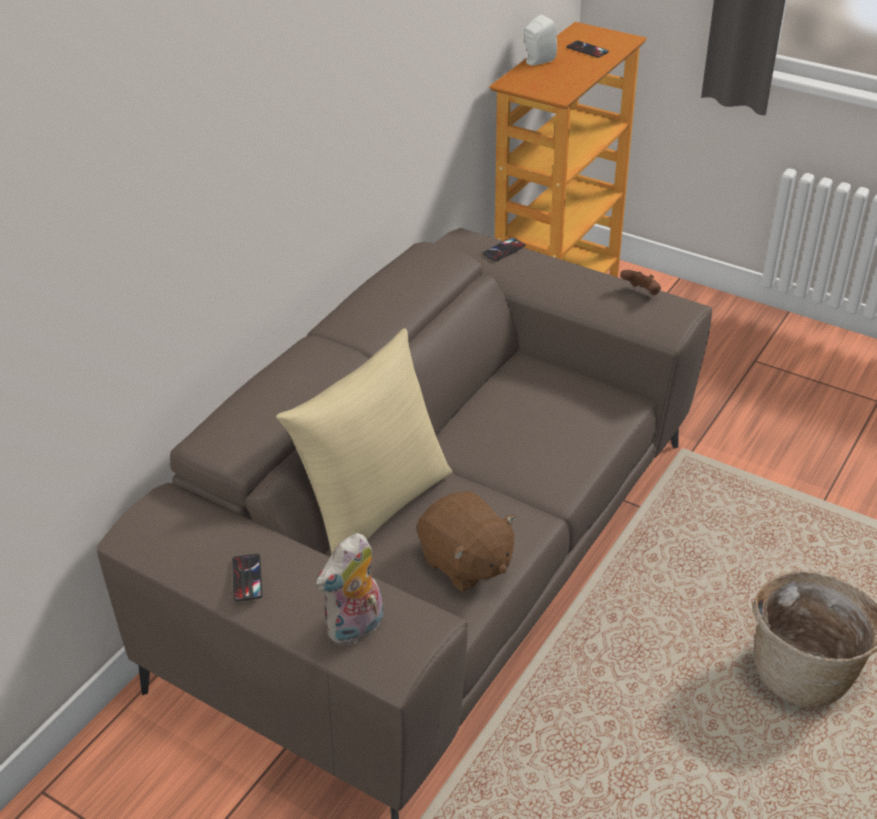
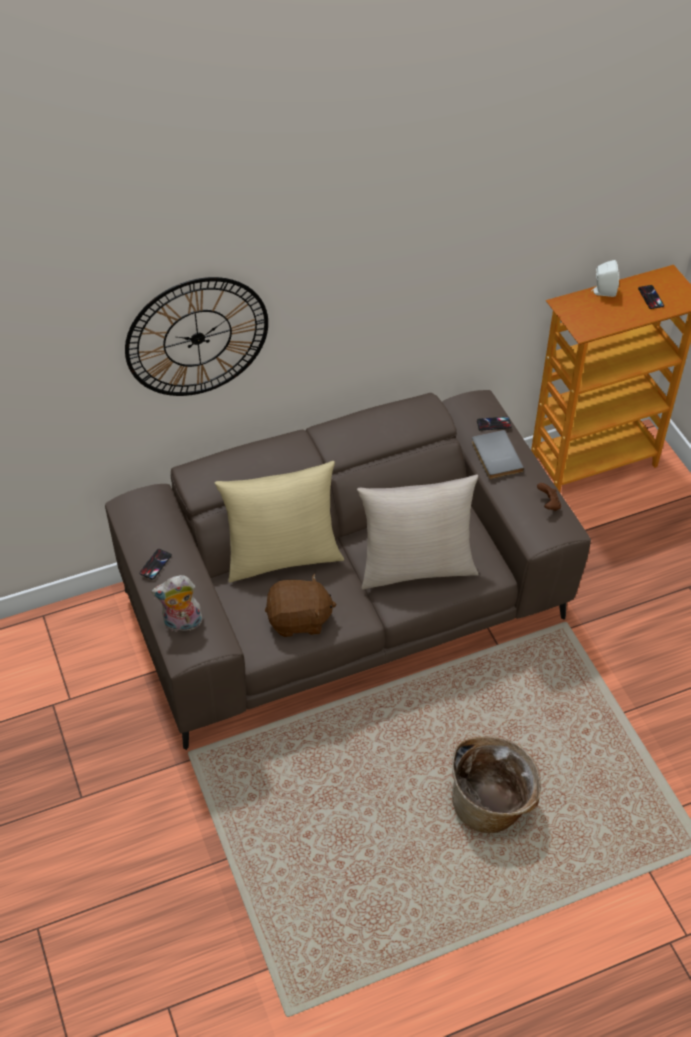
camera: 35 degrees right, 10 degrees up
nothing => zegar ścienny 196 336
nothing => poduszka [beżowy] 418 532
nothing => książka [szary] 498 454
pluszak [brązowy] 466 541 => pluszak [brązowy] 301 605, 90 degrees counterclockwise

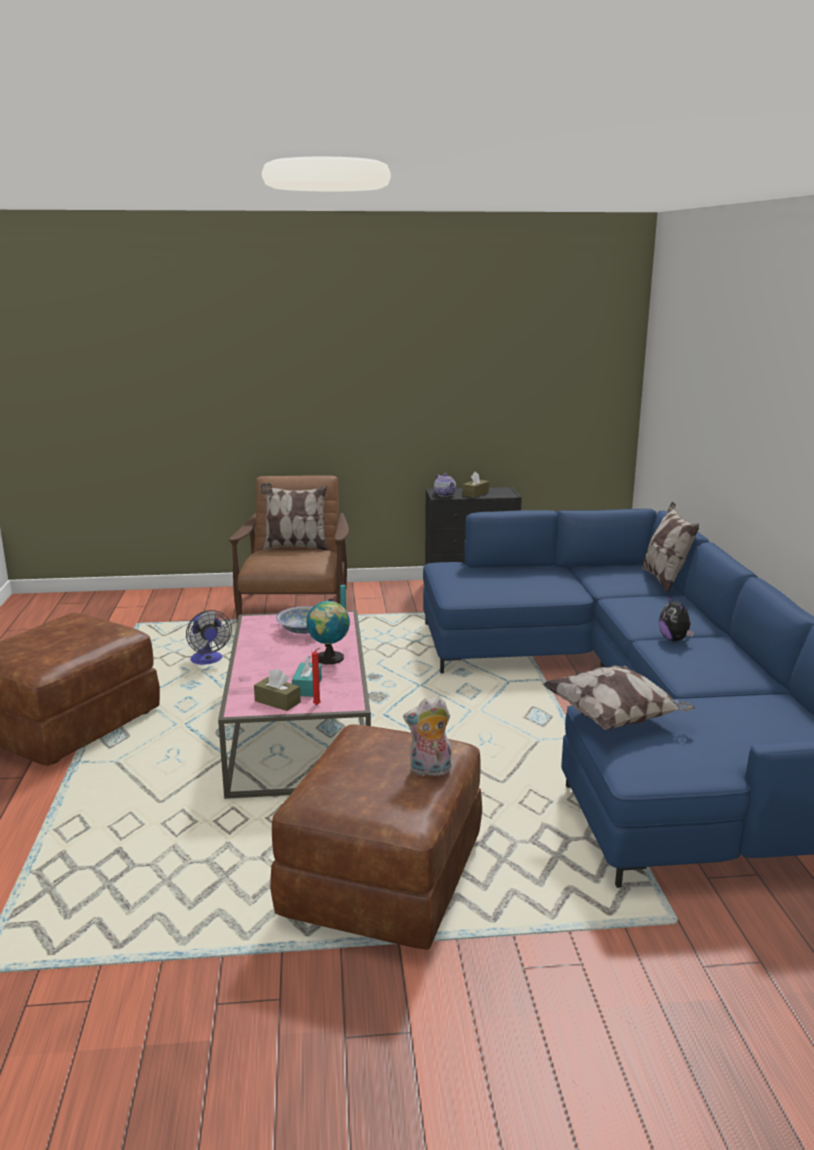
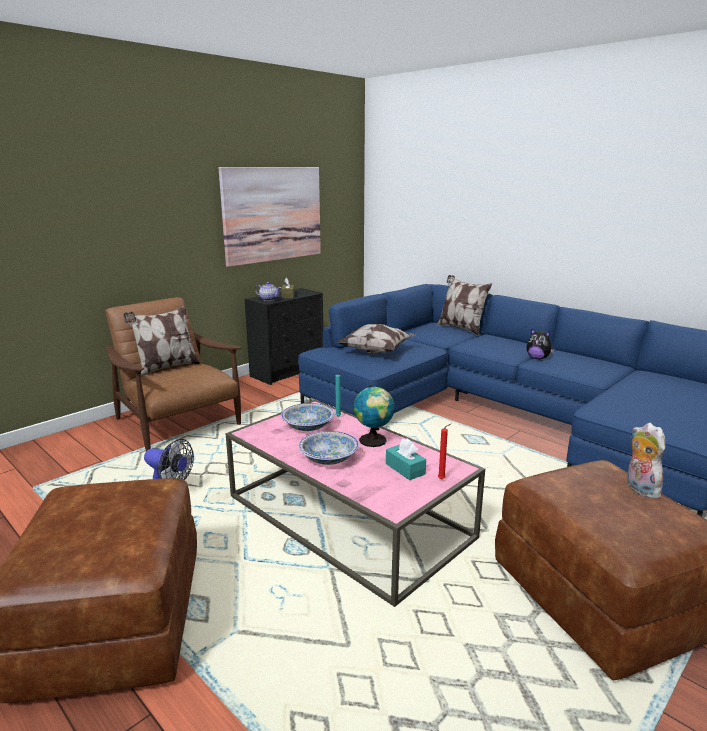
camera: 40 degrees left, 0 degrees up
pudełko chusteczek [brązowy] 277 690 => nothing
nothing => obraz 270 217
nothing => miska 329 448
poduszka 619 698 => poduszka 376 339, shifted
pluszak 427 736 => pluszak 646 461, 120 degrees clockwise

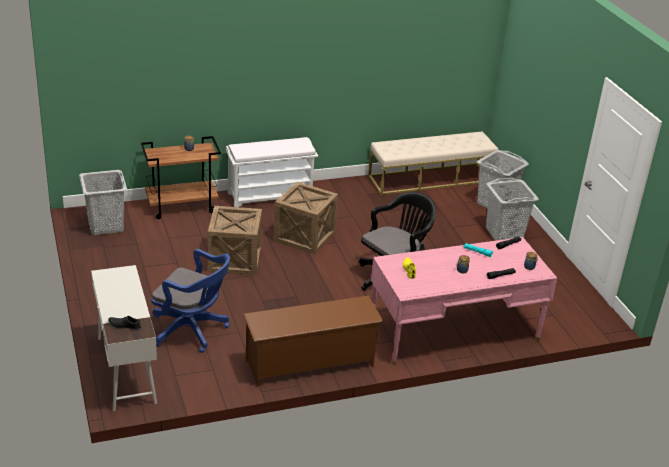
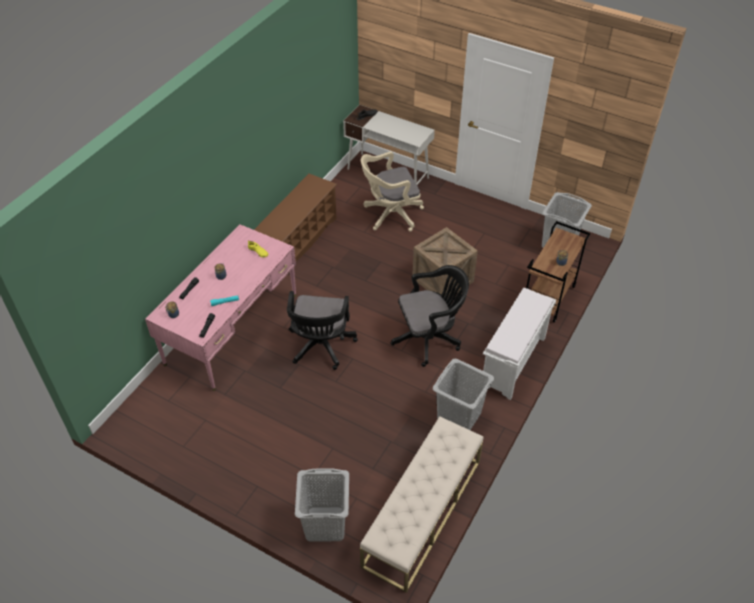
camera: 140 degrees right, 15 degrees up
kosz na pranie [szary] 512 209 => kosz na pranie [szary] 463 394, shifted
skrzynka 306 218 => krzesło biurowe [czarny] 429 316
krzesło biurowe [niebieski] 190 301 => krzesło biurowe [beżowy] 392 191

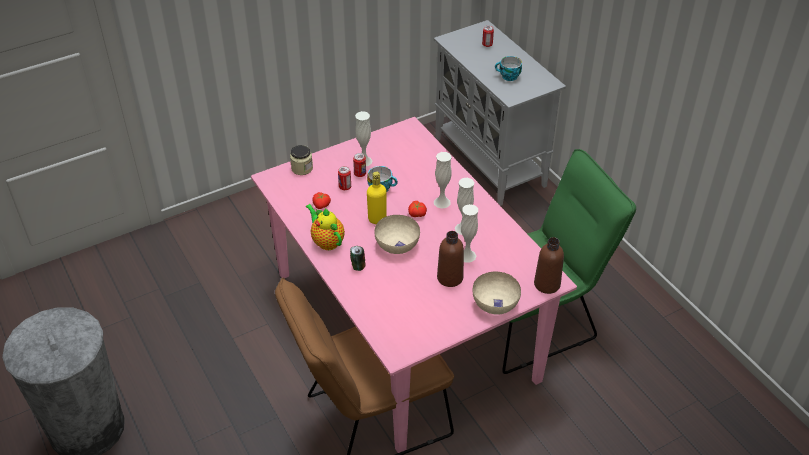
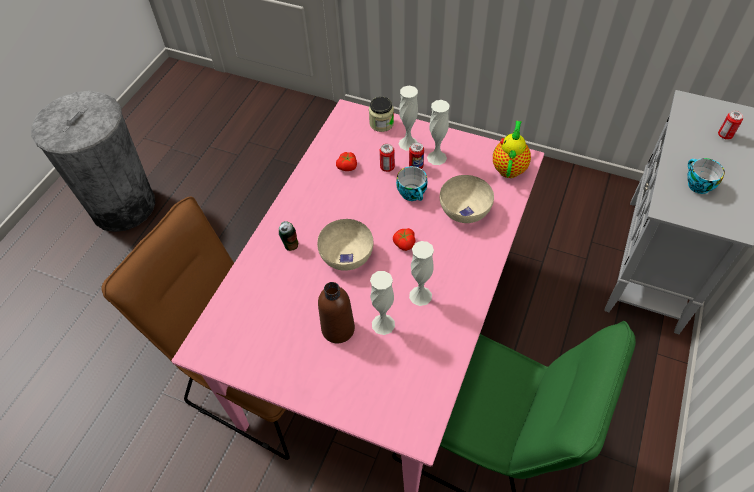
camera: 55 degrees right, 10 degrees up
butelka [żółty] 377 197 => nothing
butelka [brązowy] 549 265 => nothing
imbryk 325 227 => imbryk 512 149, shifted
wazon [biały] 443 180 => wazon [biały] 408 118, shifted
miska [beżowy] 497 293 => miska [beżowy] 467 199, shifted

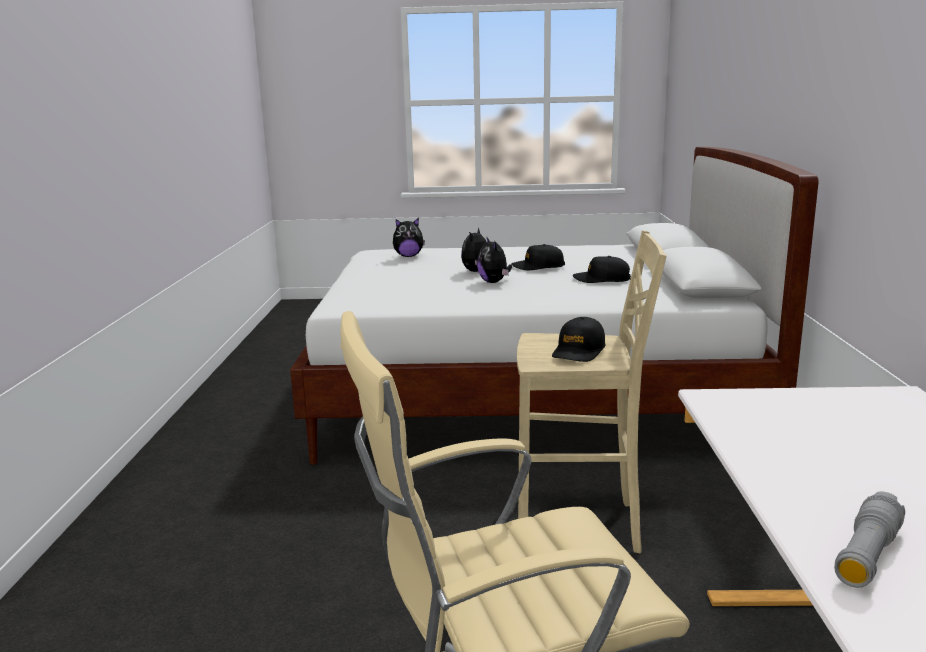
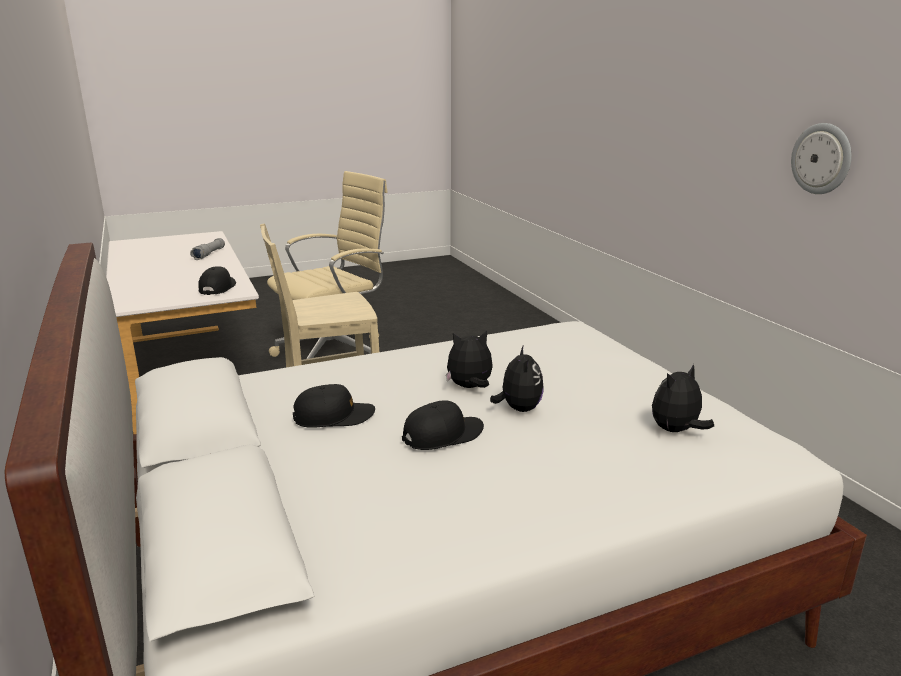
camera: 155 degrees right, 5 degrees up
nothing => zegar ścienny 821 158
czapka z daszkiem [czarny] 579 339 => czapka z daszkiem [czarny] 217 281, shifted
pluszak 494 259 => pluszak 469 359, 60 degrees counterclockwise

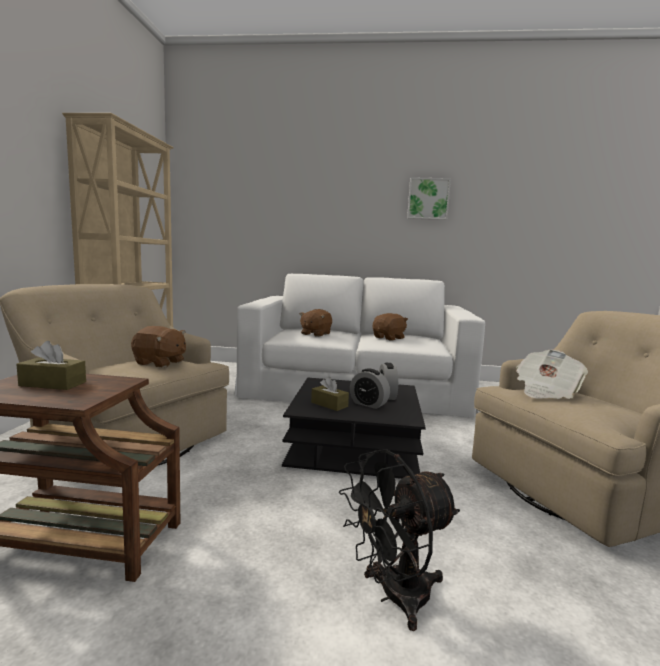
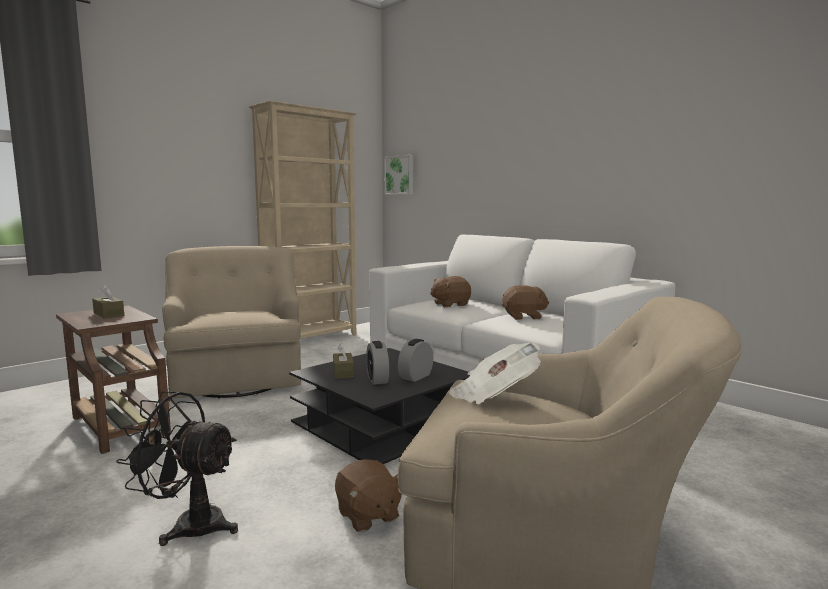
camera: 40 degrees right, 0 degrees up
pluszak [brązowy] 158 347 => pluszak [brązowy] 368 495, shifted
obraz 429 198 => obraz 398 175, shifted

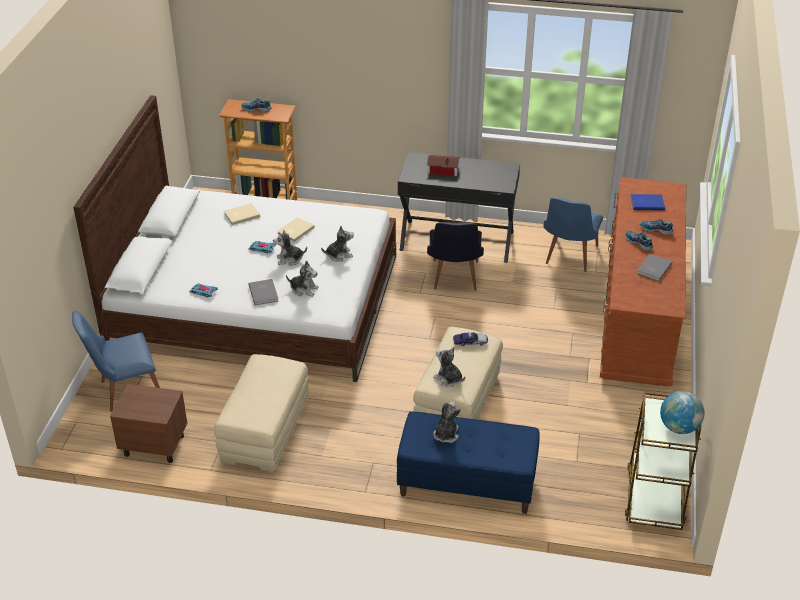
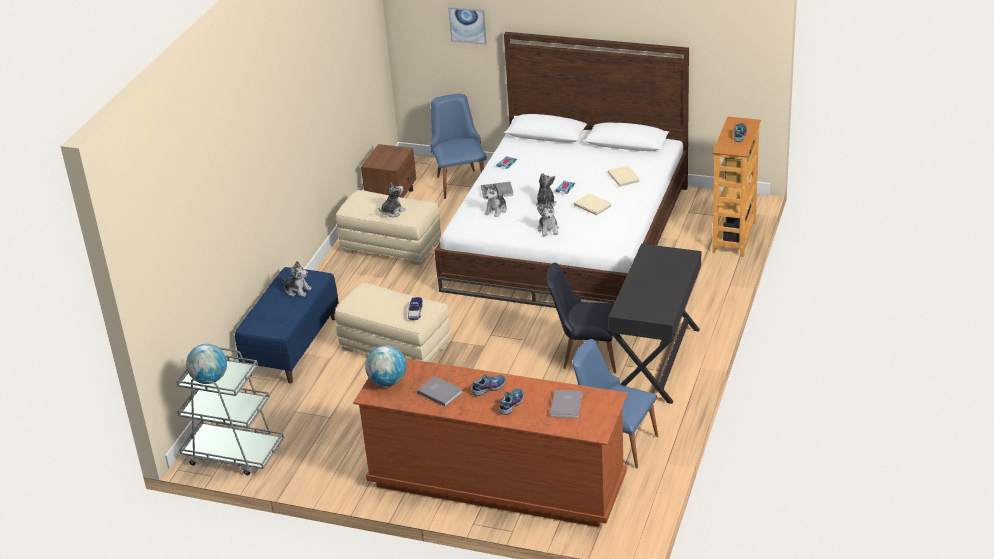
camera: 100 degrees right, 5 degrees down
domek 443 165 => nothing
nothing => globus 385 365
nothing => obraz 468 25
pluszak 449 367 => pluszak 392 199, shifted
wózek [brązowy] 663 461 => wózek [szary] 230 411
książka [niebieski] 648 202 => książka [szary] 566 404

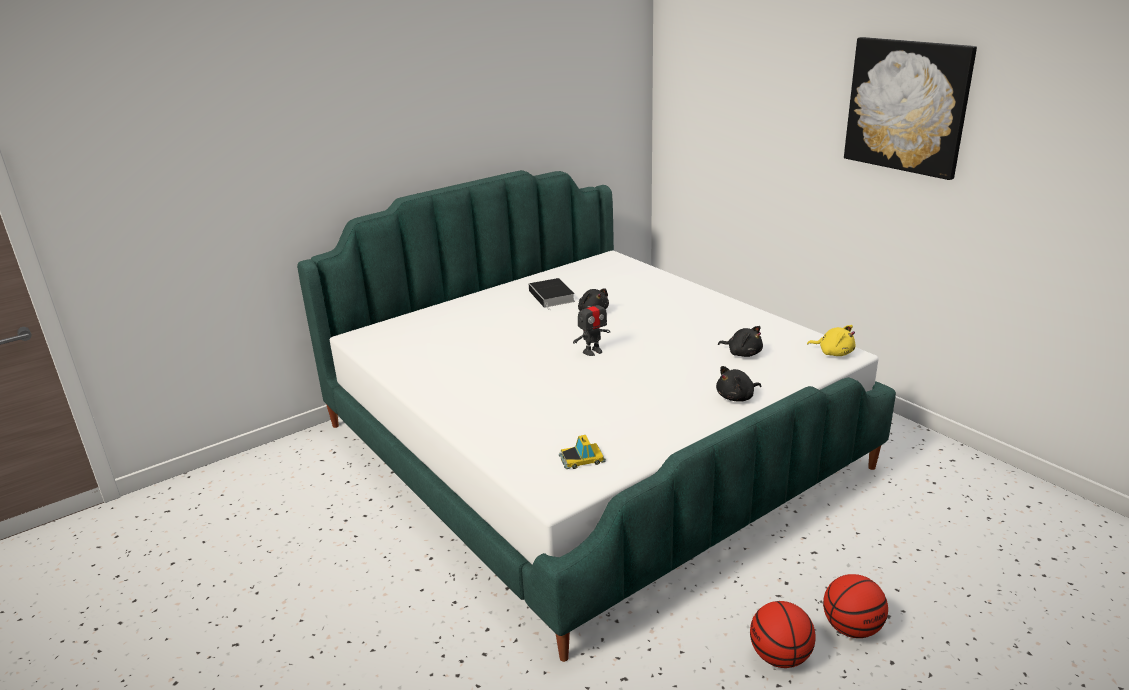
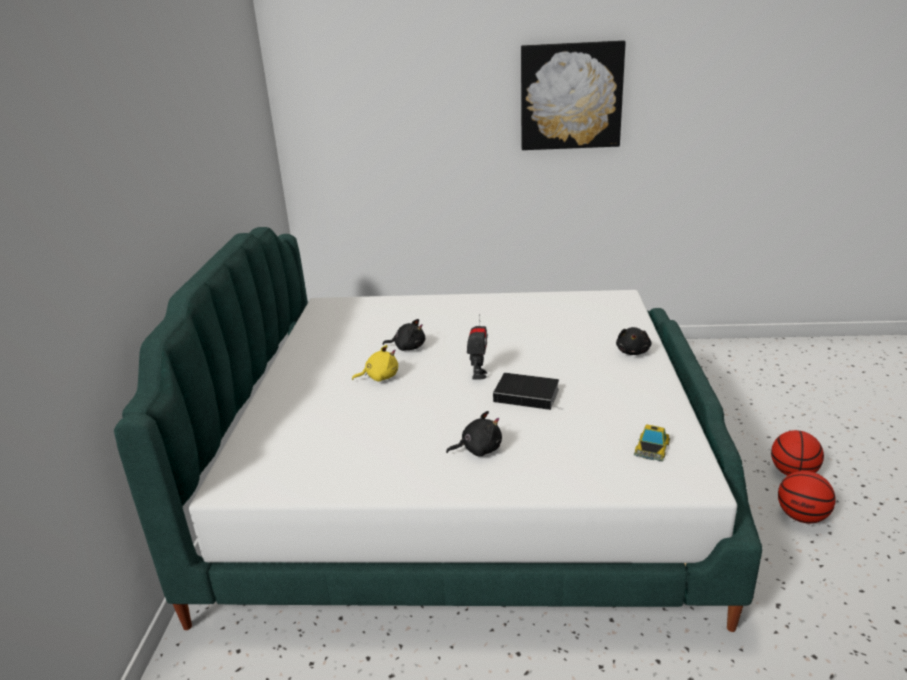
camera: 50 degrees left, 0 degrees up
książka 552 294 => książka 528 391, shifted
pluszak [czarny] 740 341 => pluszak [czarny] 474 434, shifted
pluszak [żółty] 831 340 => pluszak [żółty] 375 363, shifted

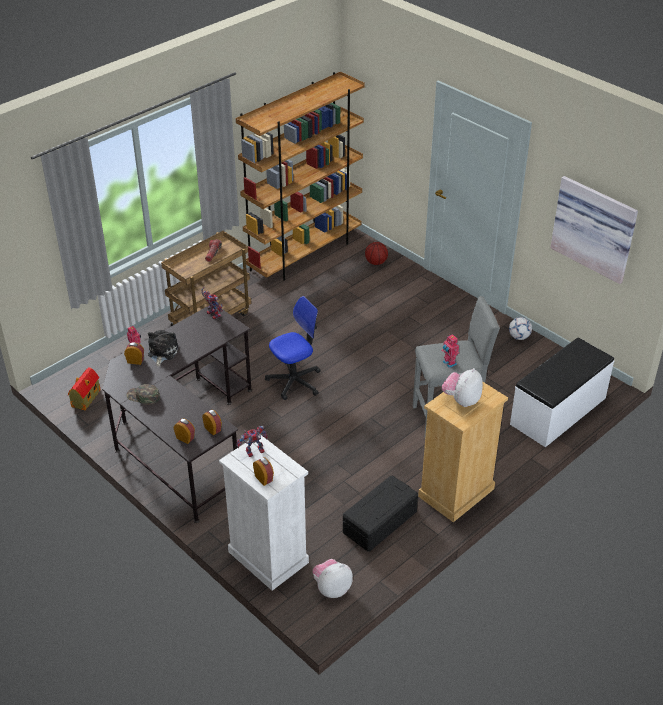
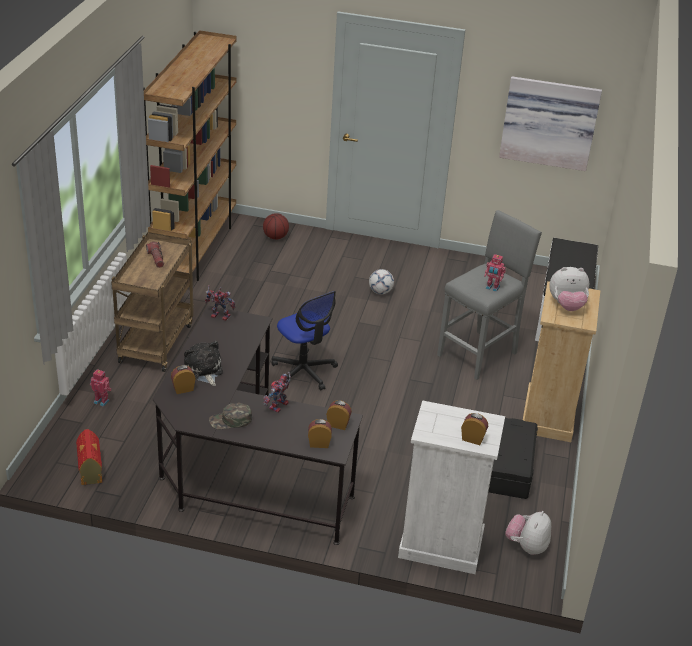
camera: 35 degrees left, 5 degrees down
robot zabawkowy 252 441 => robot zabawkowy 277 392, shifted
piłka futbolowa 520 328 => piłka futbolowa 381 281, shifted
krzesło biurowe 293 348 => krzesło biurowe 304 340, 120 degrees clockwise
pluszak 462 387 => pluszak 569 289, 90 degrees counterclockwise

